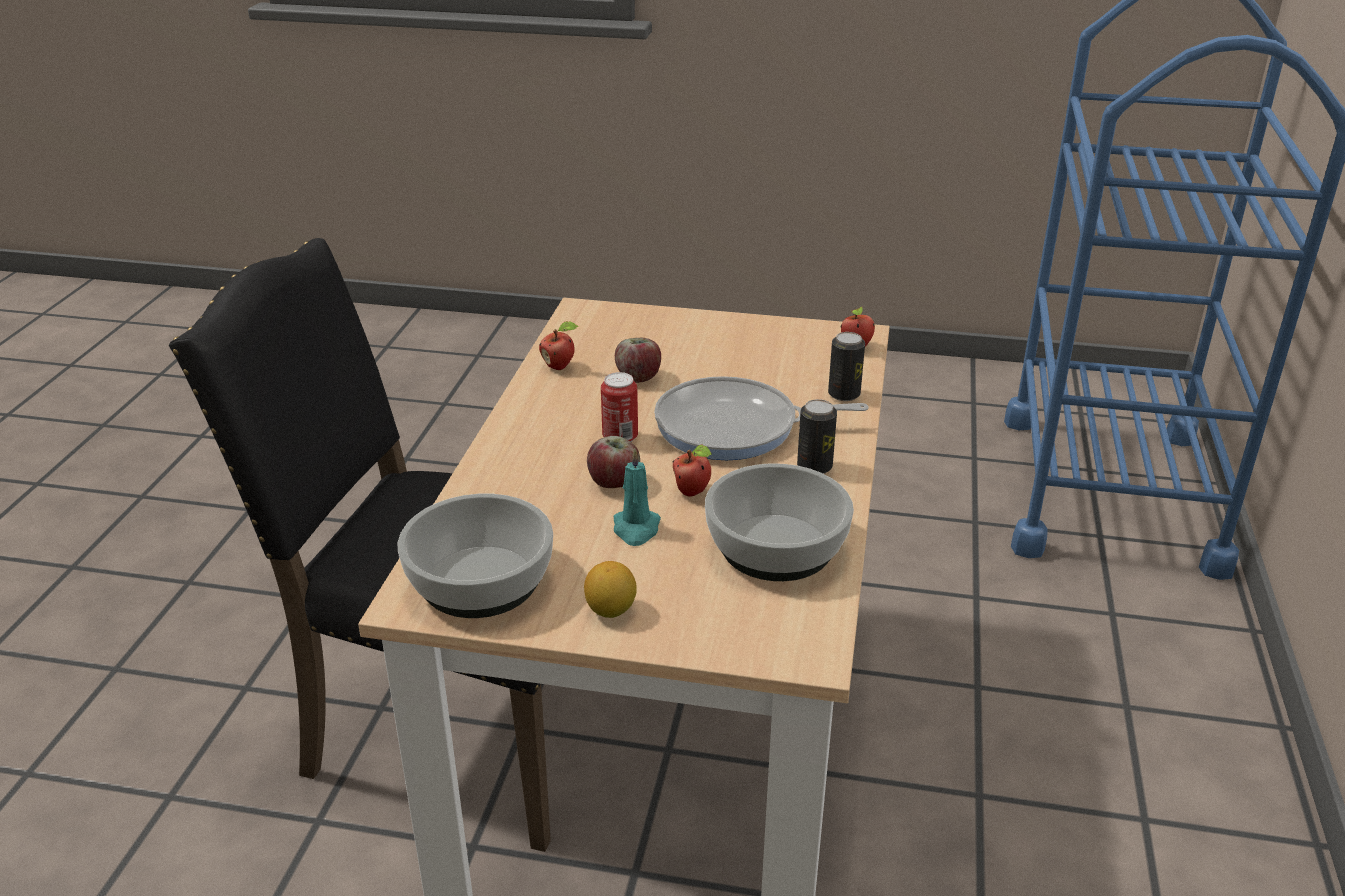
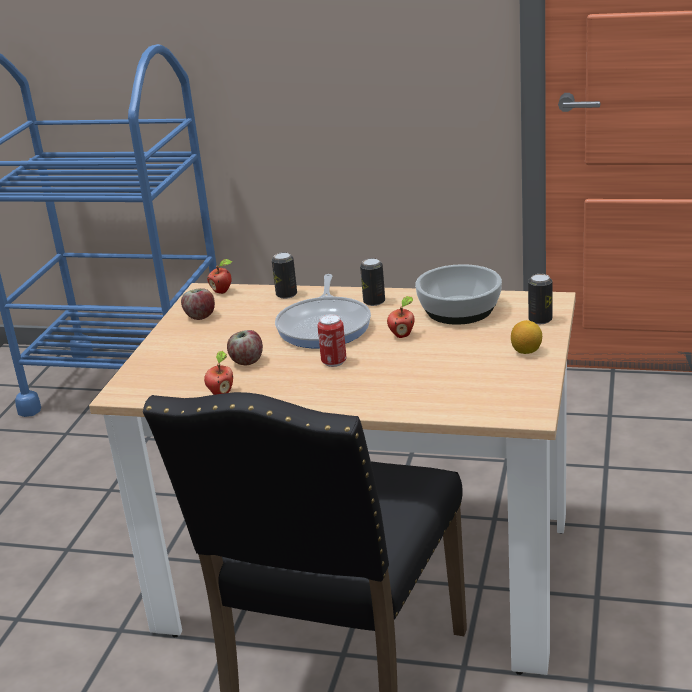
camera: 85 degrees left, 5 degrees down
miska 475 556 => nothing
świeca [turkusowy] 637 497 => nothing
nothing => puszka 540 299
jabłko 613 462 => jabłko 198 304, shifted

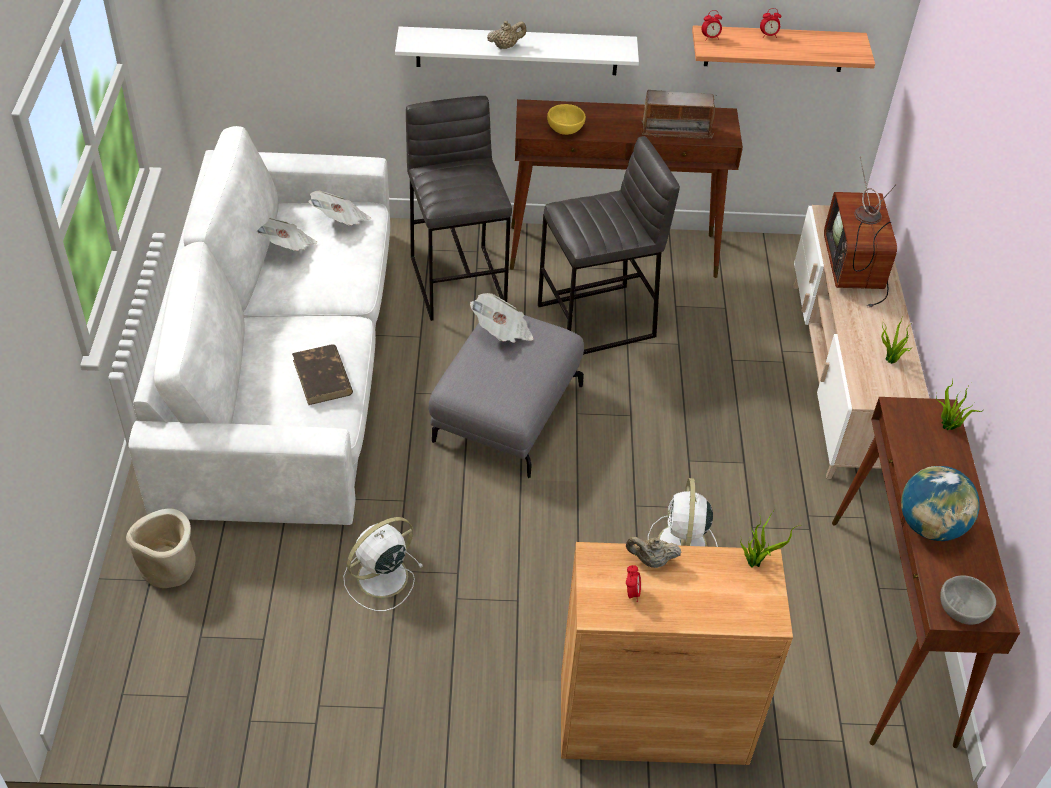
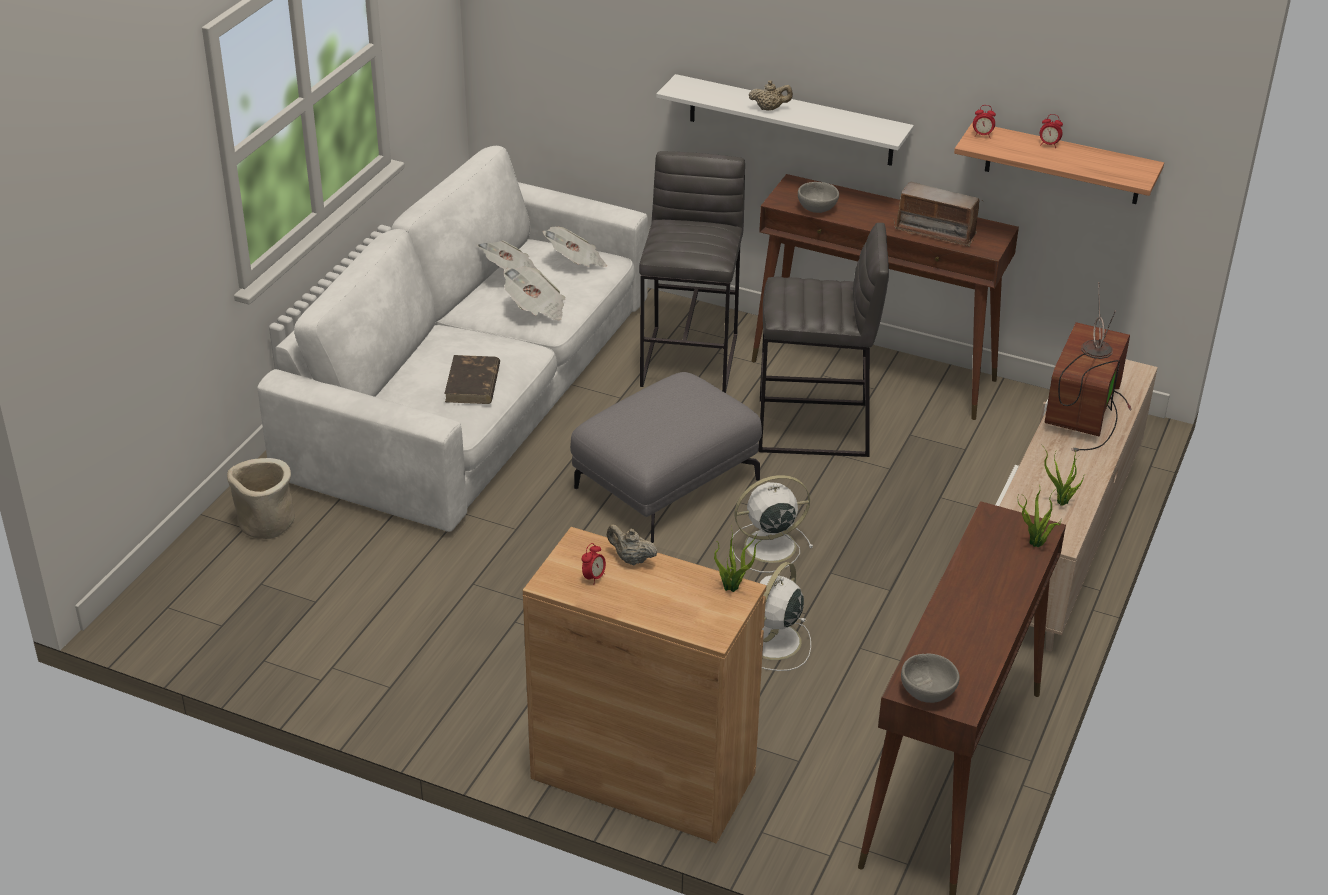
camera: 25 degrees right, 10 degrees down
globus 940 503 => nothing
wentylator [biały] 383 564 => wentylator [biały] 772 524, shifted
gazeta 502 318 => gazeta 534 293, shifted
miska [żółty] 566 119 => miska [szary] 818 197

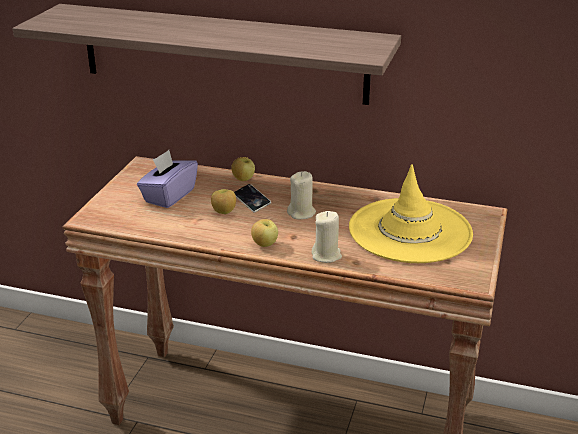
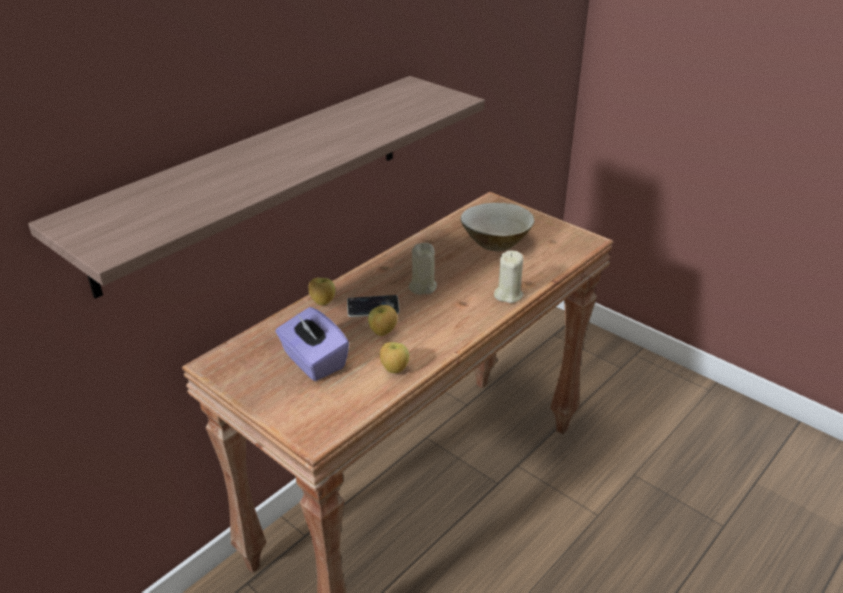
camera: 65 degrees left, 5 degrees up
jabłko 264 233 => jabłko 394 357, shifted
kapelusz [żółty] 411 213 => miska [beżowy] 497 227

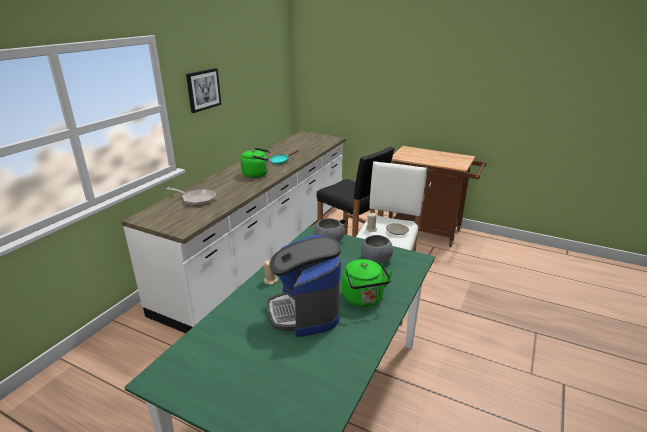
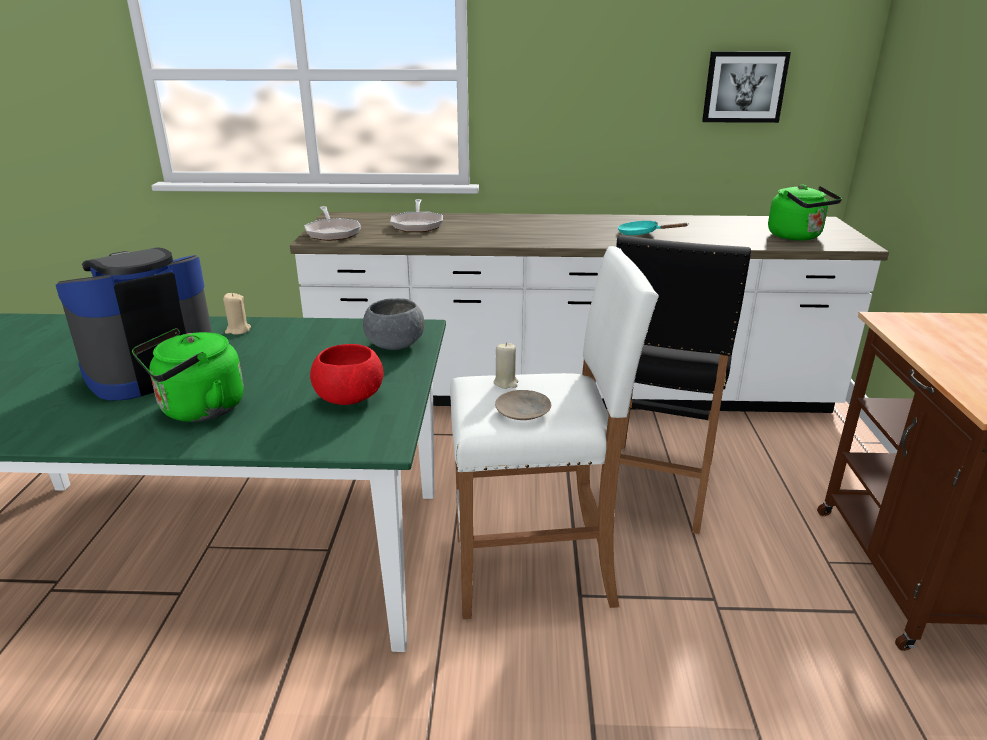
camera: 65 degrees right, 0 degrees up
nothing => patelnia 332 223
obraz 203 90 => obraz 746 87, shifted
czajnik [zielony] 255 163 => czajnik [zielony] 805 212, shifted
miska [szary] 377 249 => miska [czerwony] 346 374

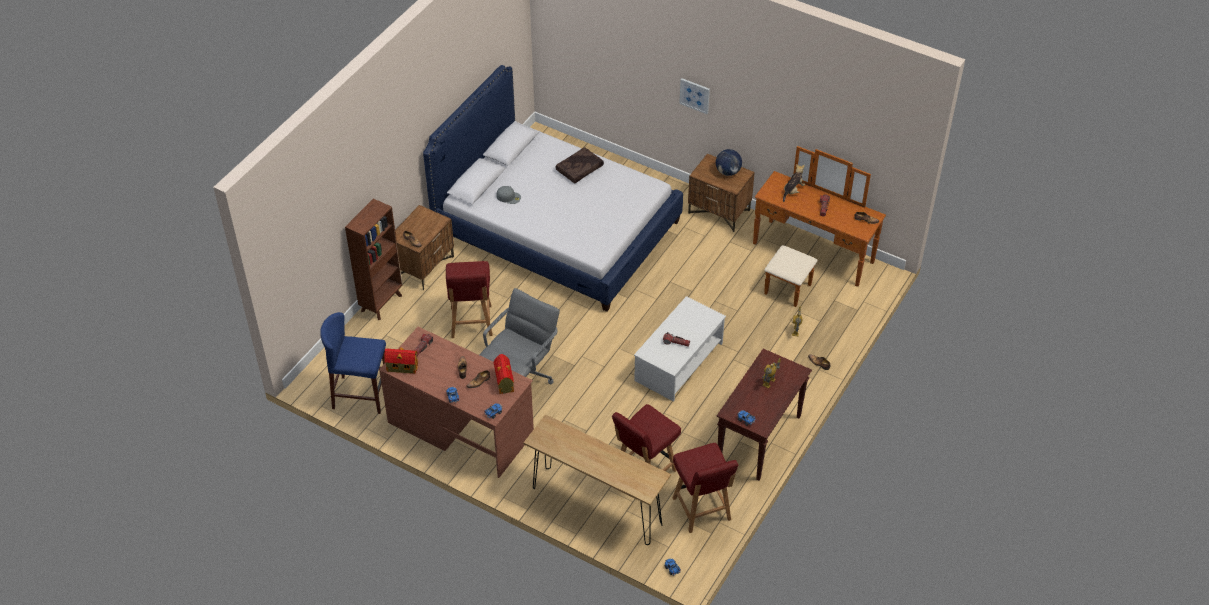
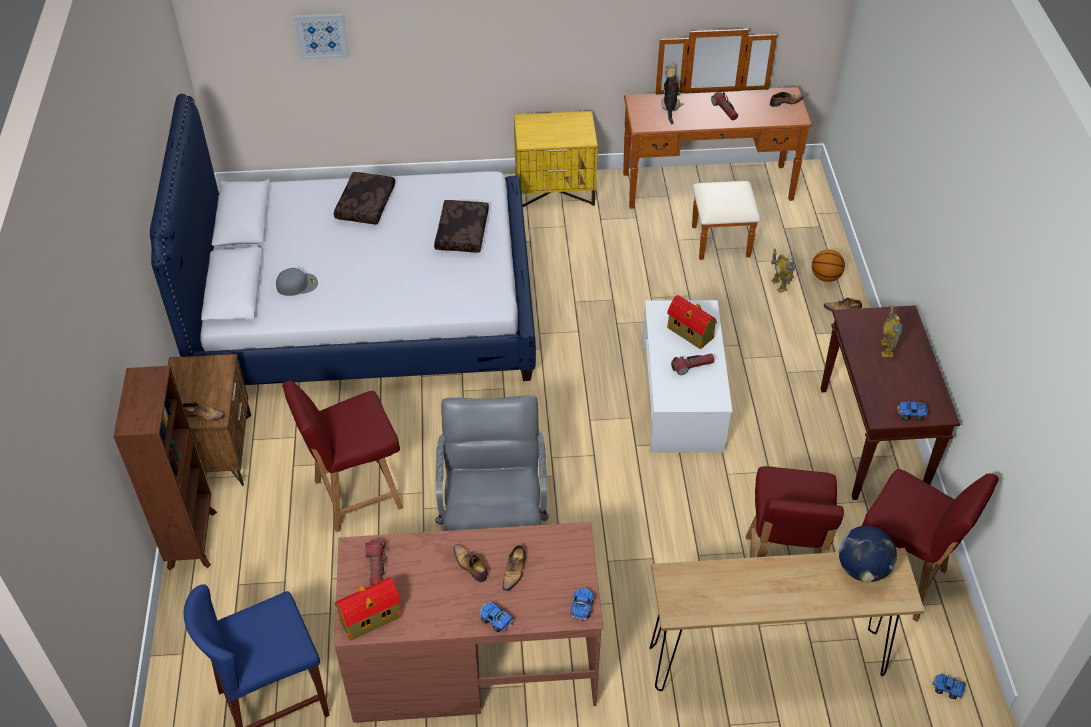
camera: 35 degrees left, 0 degrees up
nothing => poduszka [brązowy] 461 226
nothing => piłka do koszykówki 828 265
domek 504 374 => domek 692 322, shifted
obraz 694 96 => obraz 321 36, shifted
globus 729 162 => globus 868 554, shifted
szafka nocna [brązowy] 721 192 => szafka nocna [żółty] 556 159
krzesło [czerwony] 469 299 => krzesło [czerwony] 342 456, 105 degrees clockwise

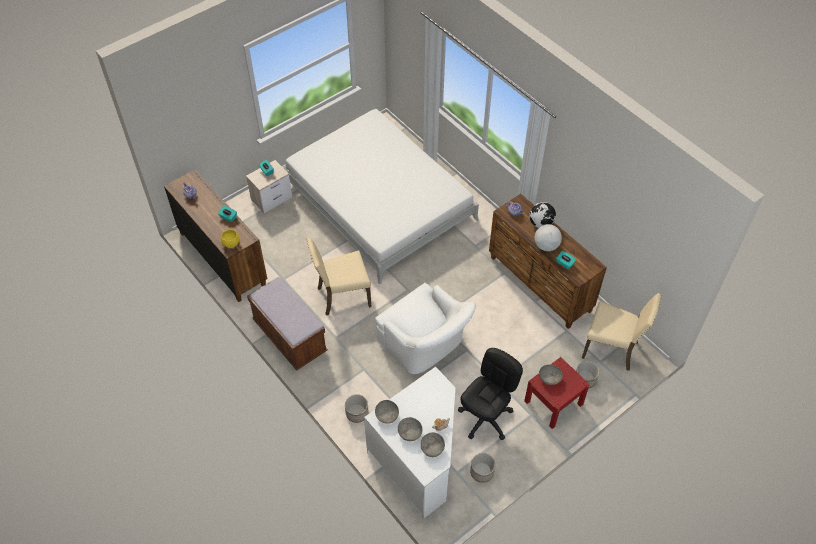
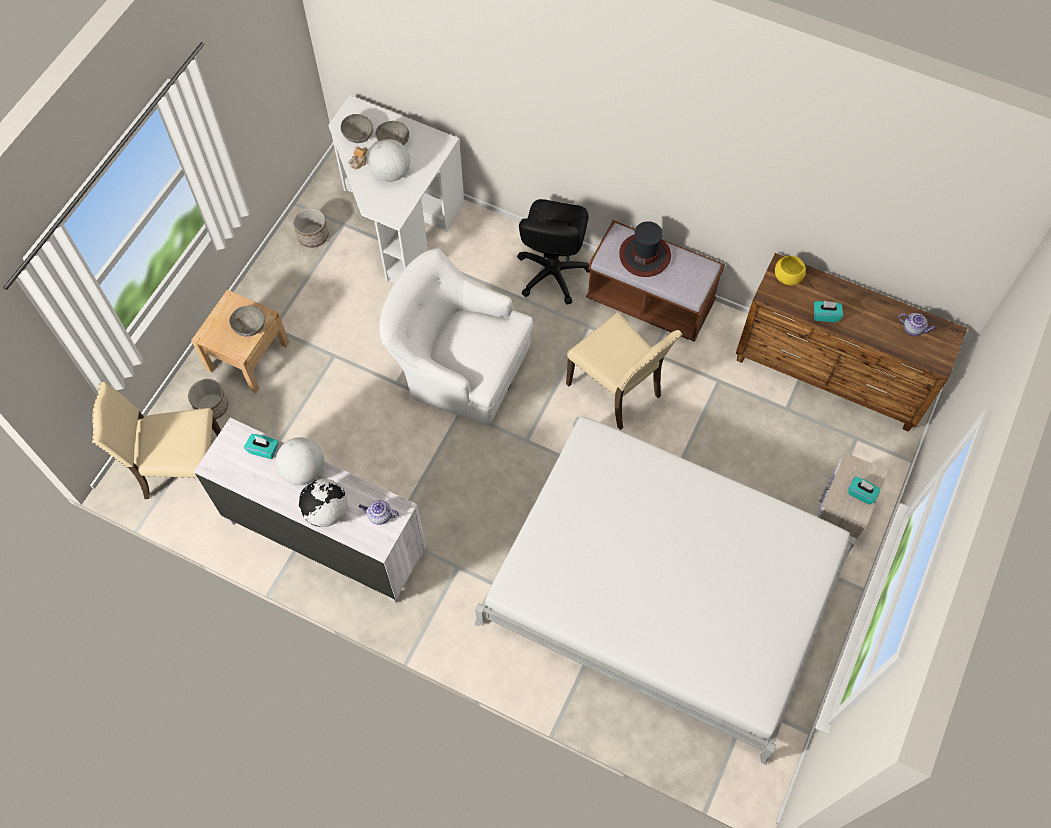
camera: 155 degrees right, 10 degrees up
donica 357 408 => nothing
miska [szary] 387 412 => nothing
nothing => globus 389 160
nothing => kapelusz 645 249
krzesło biurowe [czarny] 490 394 => krzesło biurowe [czarny] 553 252, shifted
komoda [brązowy] 548 261 => komoda [biały] 310 510
szafka nocna [czerwony] 557 393 => szafka nocna [beżowy] 240 341
krzesło [beżowy] 338 276 => krzesło [beżowy] 624 371, 90 degrees clockwise

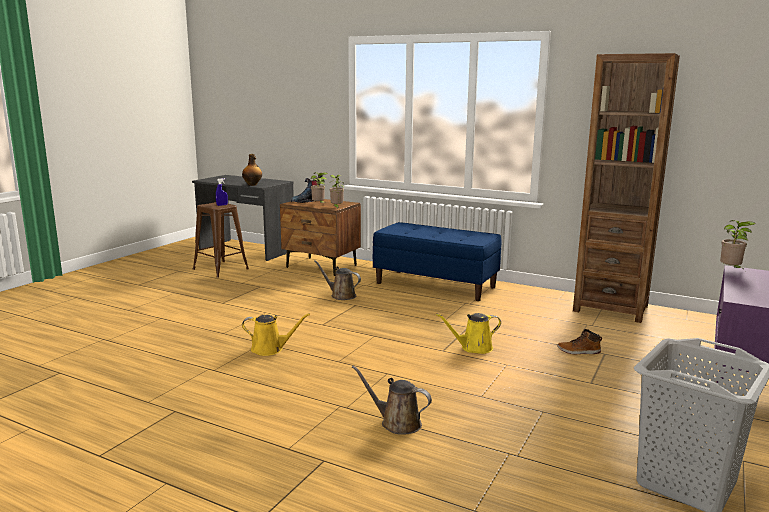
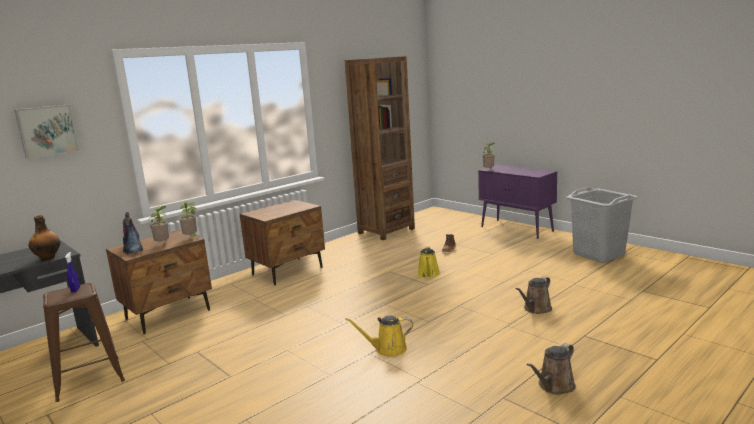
camera: 70 degrees left, 0 degrees up
nothing => obraz 46 132
konewka [brązowy] 337 280 => konewka [brązowy] 551 369, shifted
ławka [niebieski] 437 261 => szafka nocna [brązowy] 282 242
konewka [żółty] 276 334 => konewka [żółty] 379 336, 120 degrees counterclockwise

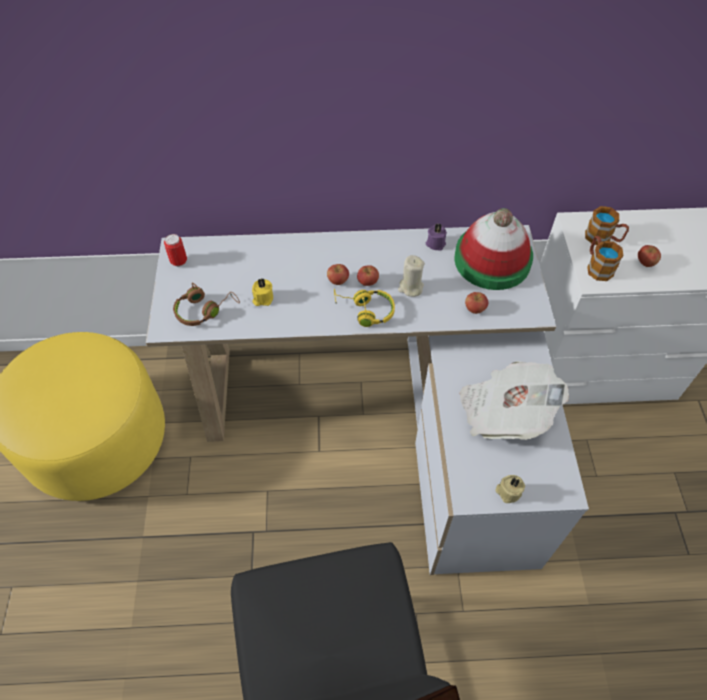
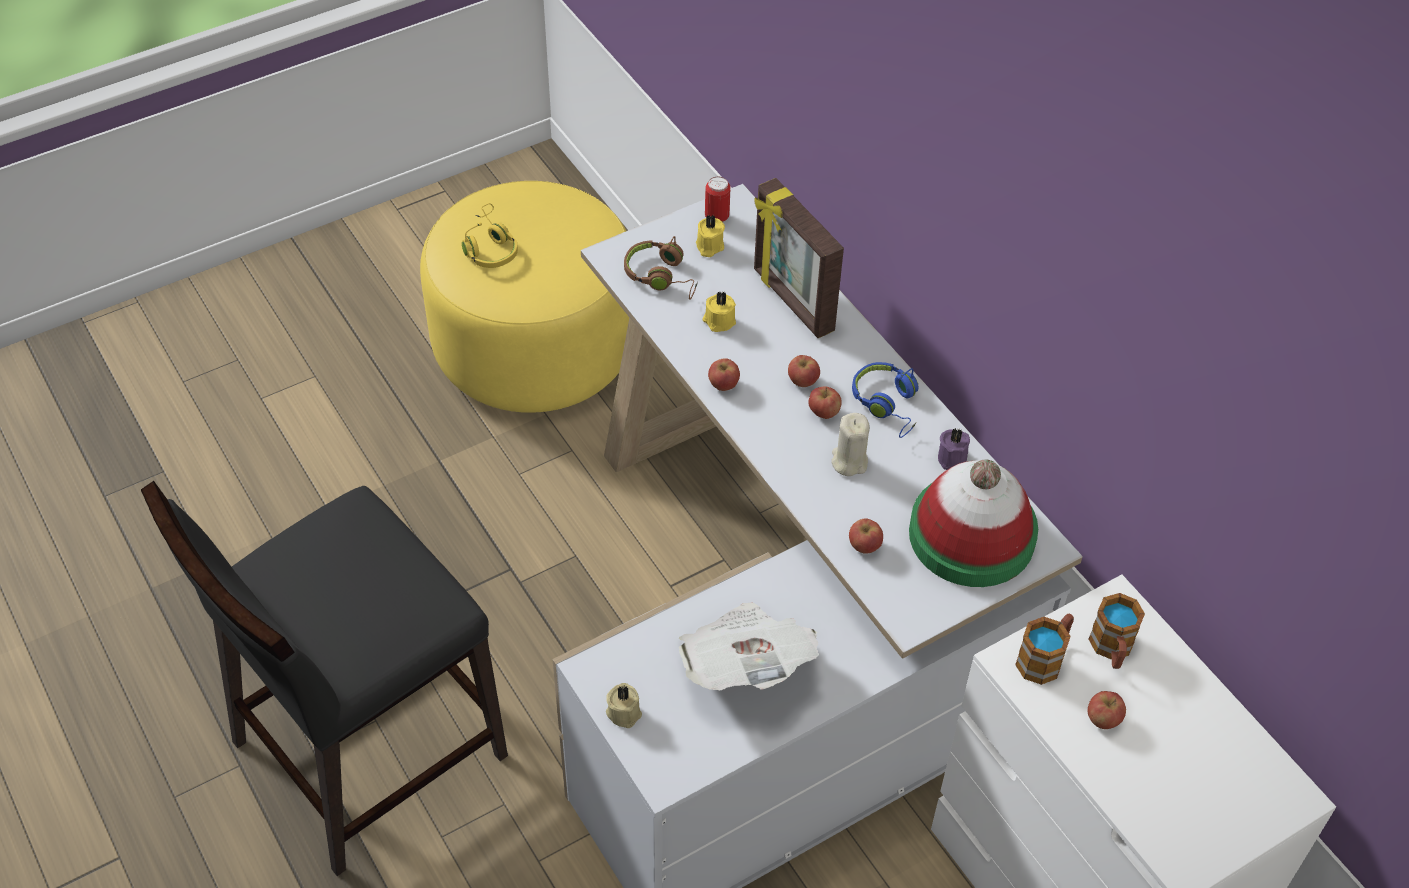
camera: 60 degrees right, 5 degrees down
nothing => świeca [żółty] 710 236
nothing => jabłko 724 374
nothing => ramka na zdjęcie 799 258
nothing => słuchawki [niebieski] 885 400
słuchawki [żółty] 364 308 => słuchawki [żółty] 490 235, shifted

